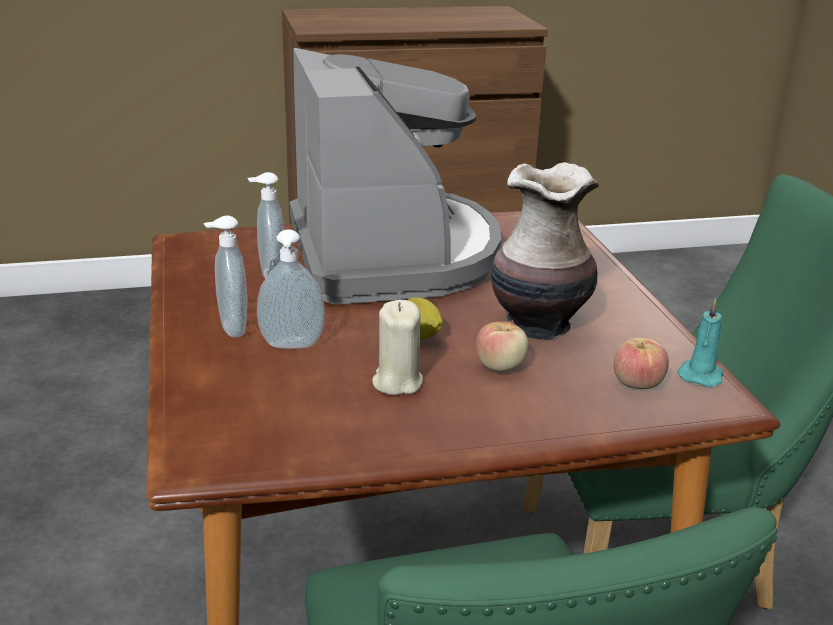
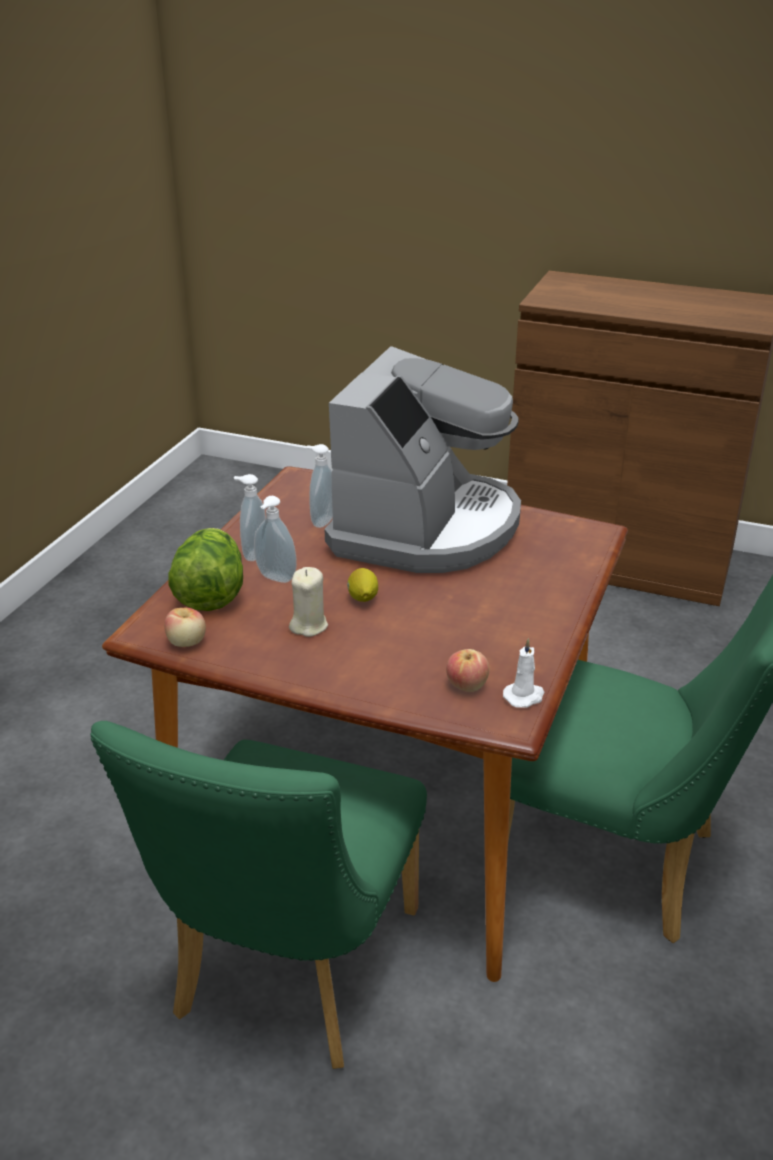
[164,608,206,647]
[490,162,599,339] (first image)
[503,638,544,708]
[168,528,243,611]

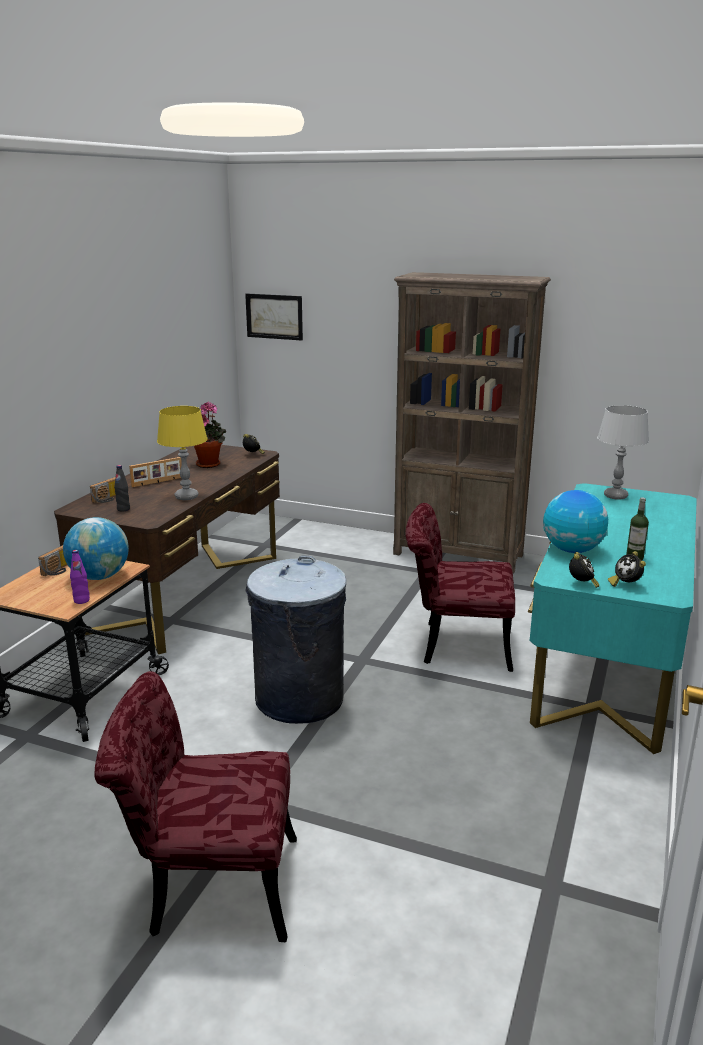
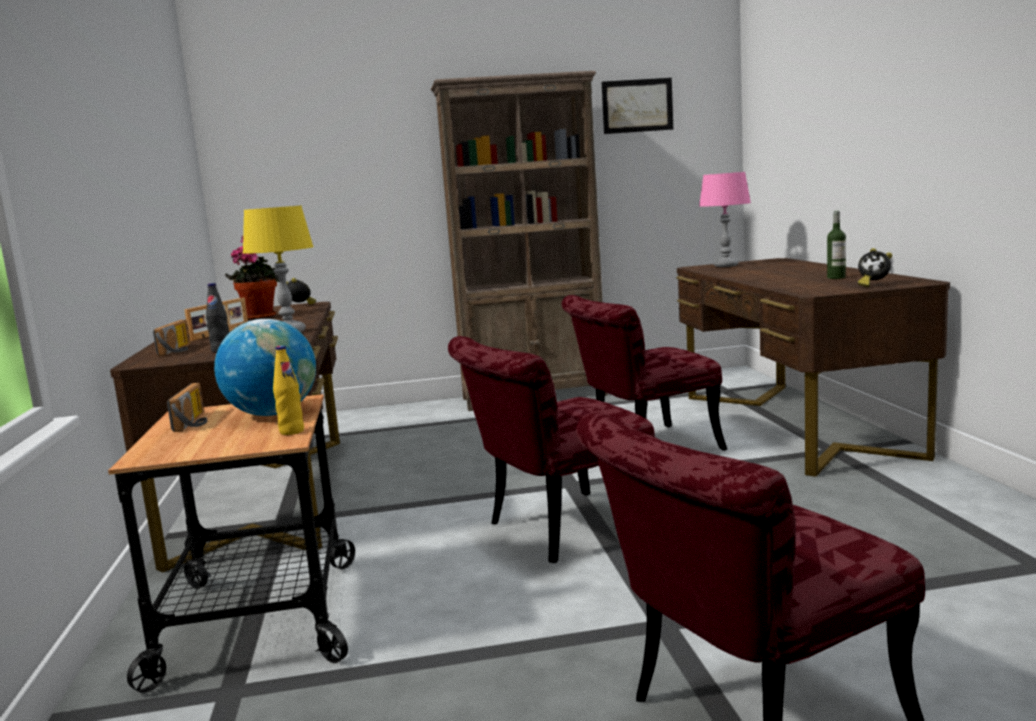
[273,346,304,435]
[602,78,673,134]
[448,336,655,563]
[676,258,950,477]
[543,490,608,553] (first image)
[569,552,600,588] (first image)
[699,172,751,267]

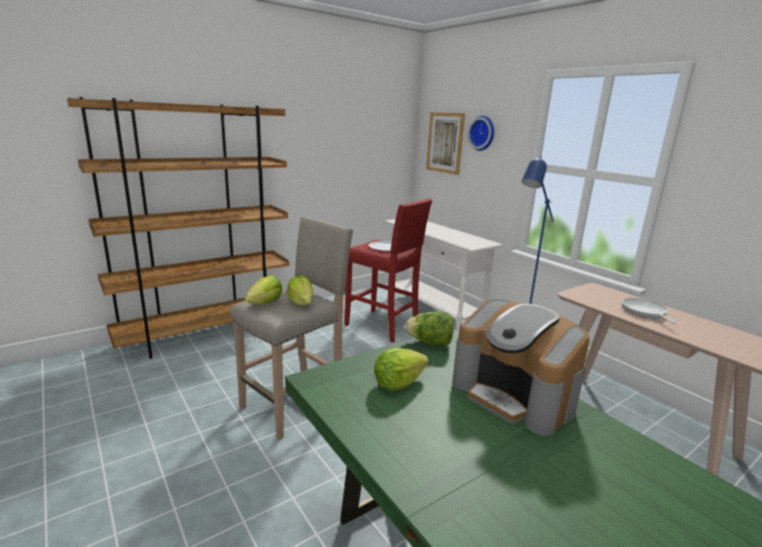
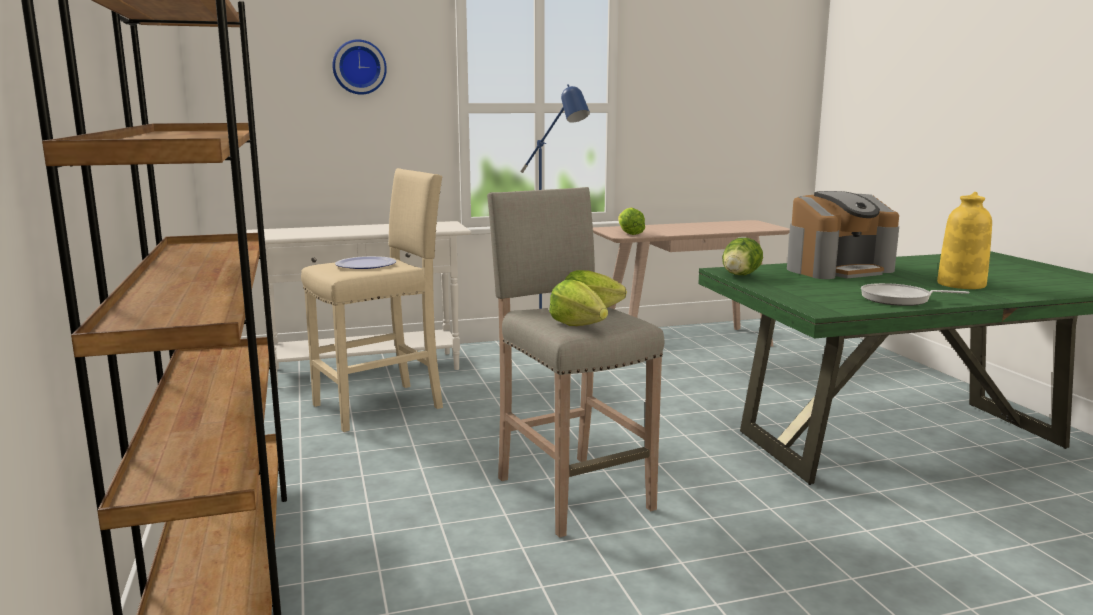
[301,168,443,432]
[618,207,645,235]
[426,112,465,175] (first image)
[861,283,969,306]
[937,192,992,289]

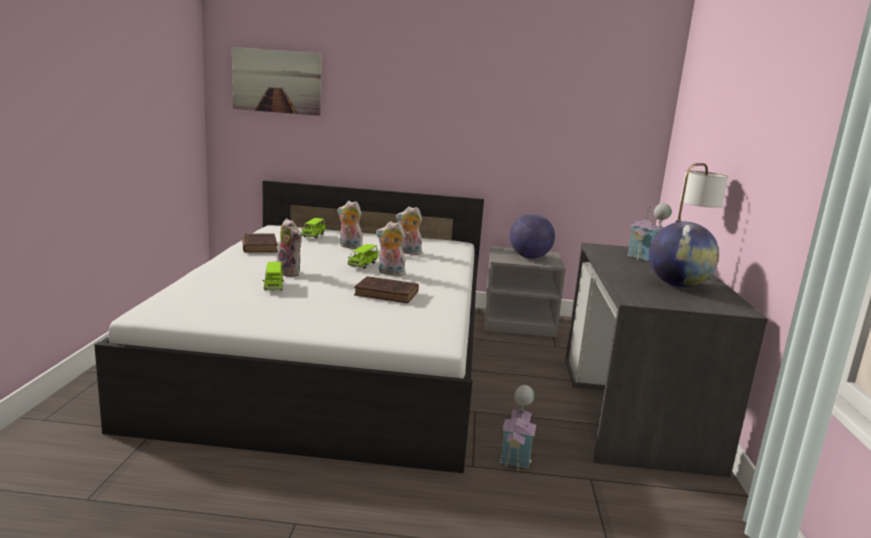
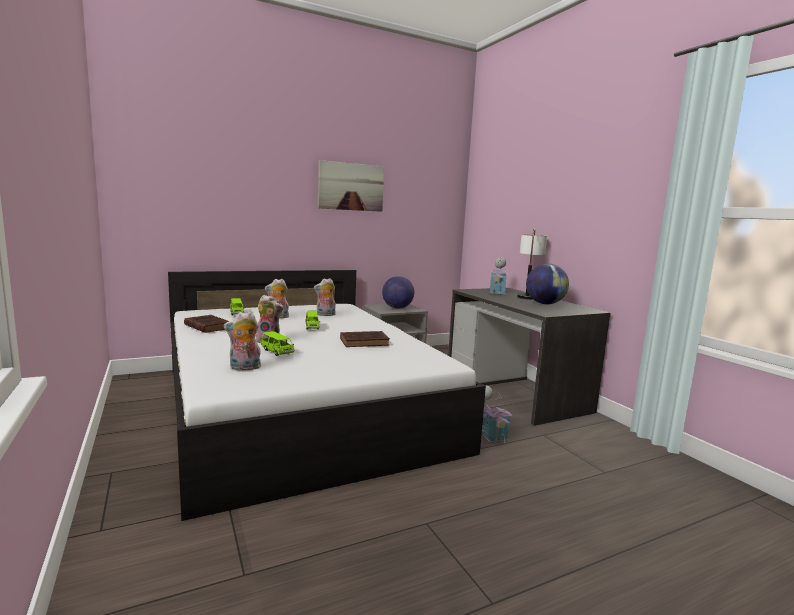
[318,160,384,212]
[224,312,261,370]

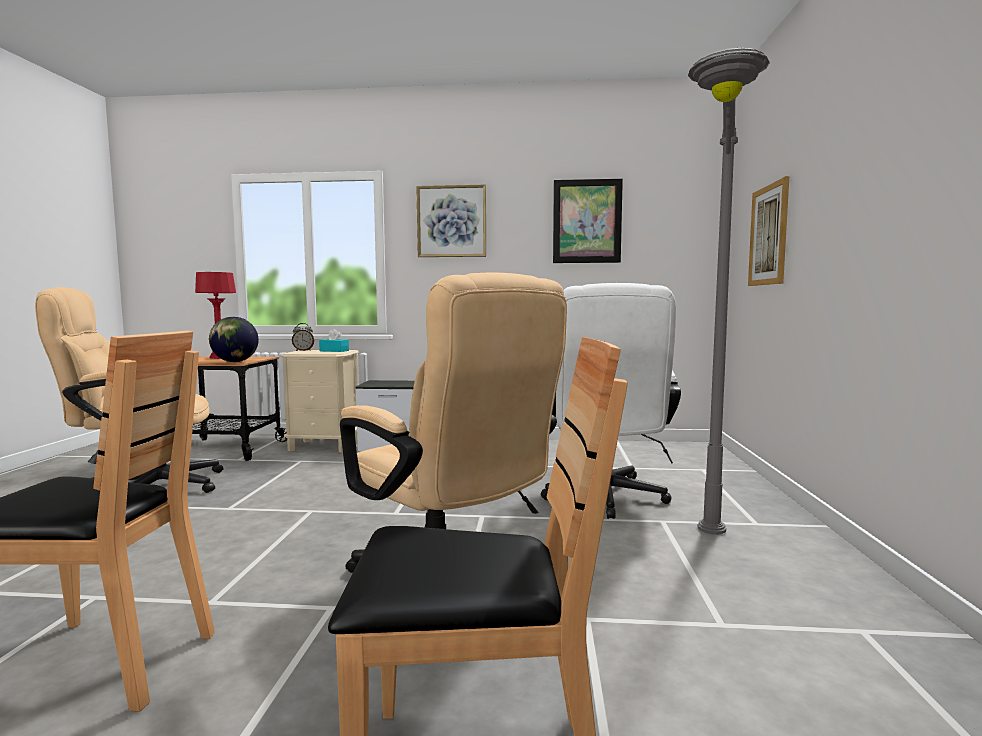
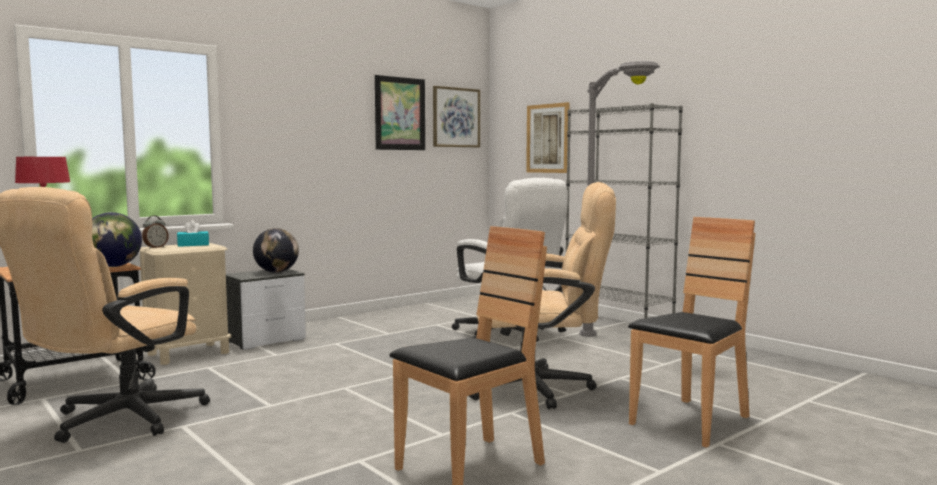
[433,86,480,148]
[253,228,299,273]
[566,103,683,318]

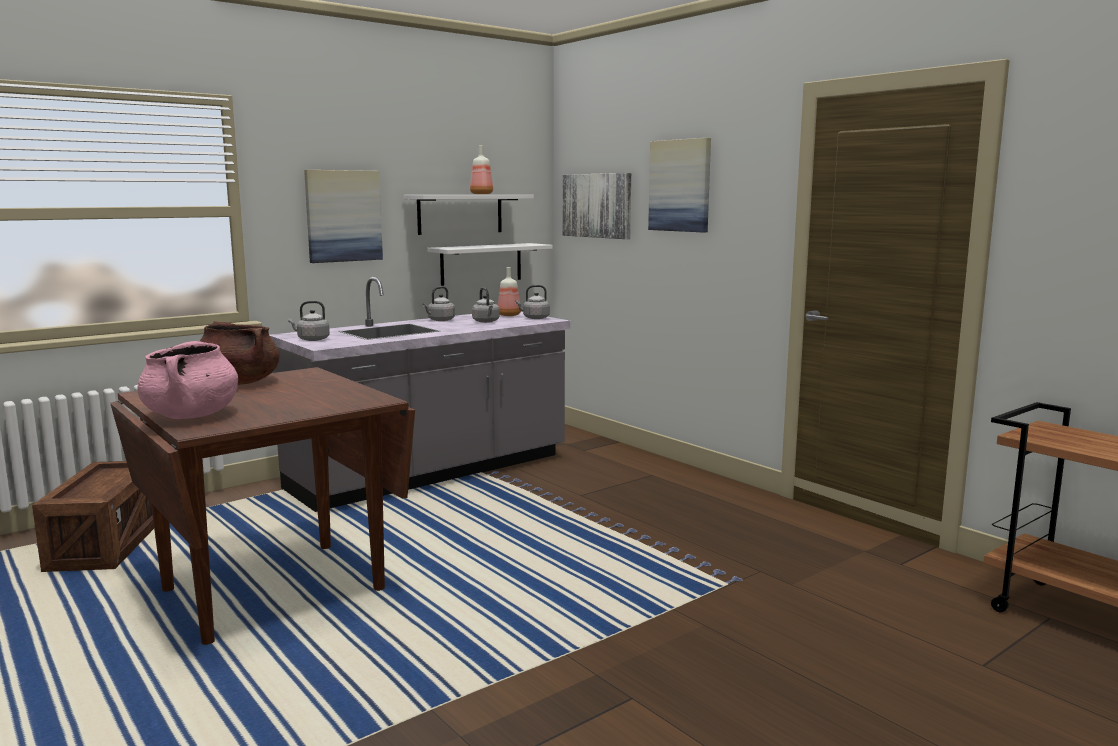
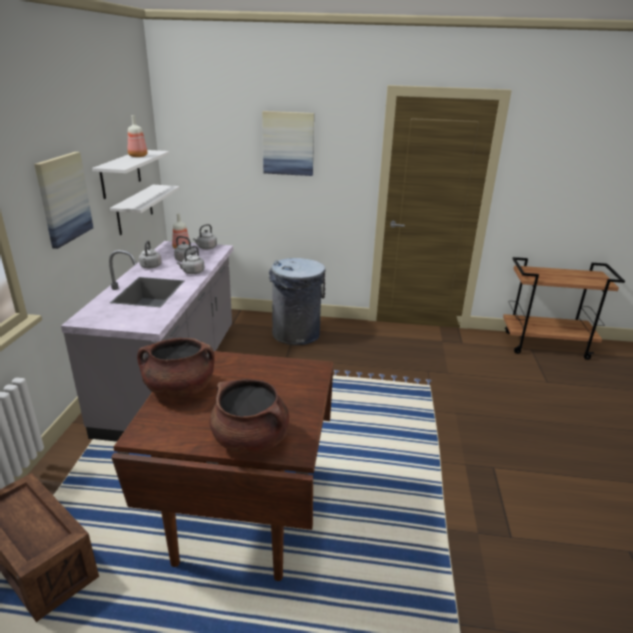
[209,379,289,454]
[177,246,205,274]
[563,173,631,239] (first image)
[269,258,325,345]

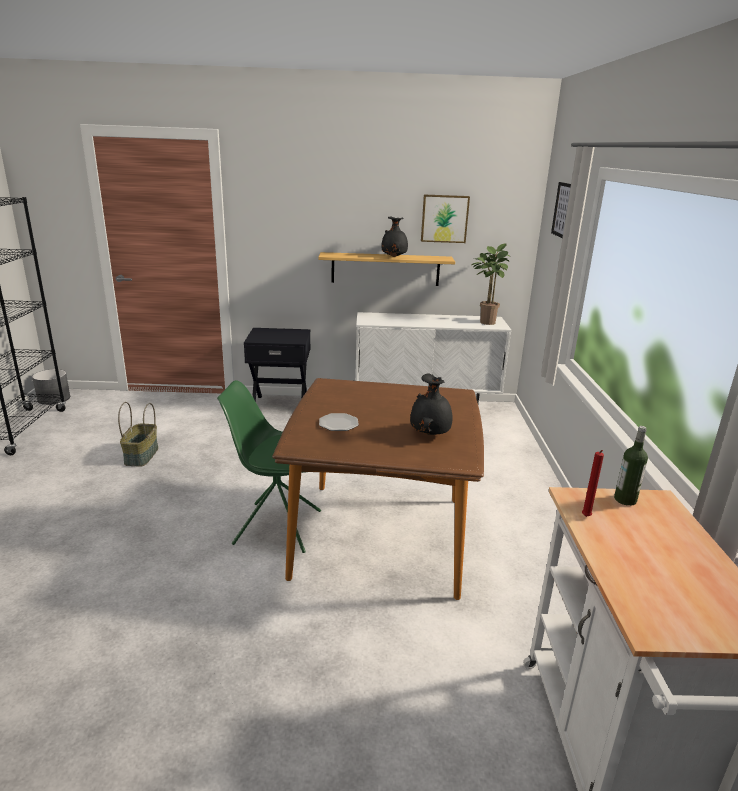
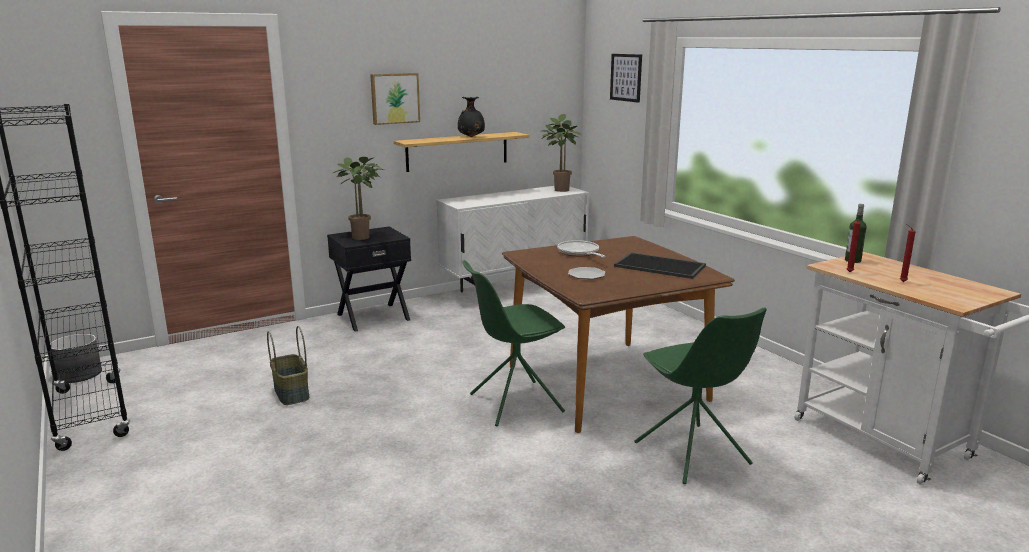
[614,252,706,279]
[370,73,420,125]
[333,157,384,240]
[557,240,606,257]
[635,307,767,484]
[900,224,916,282]

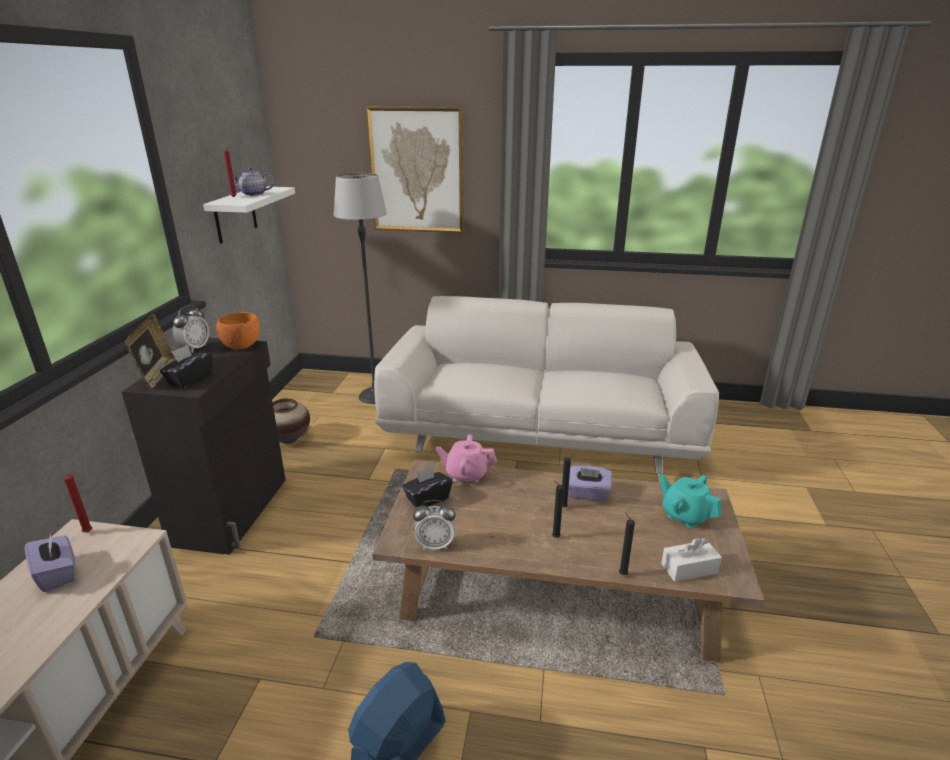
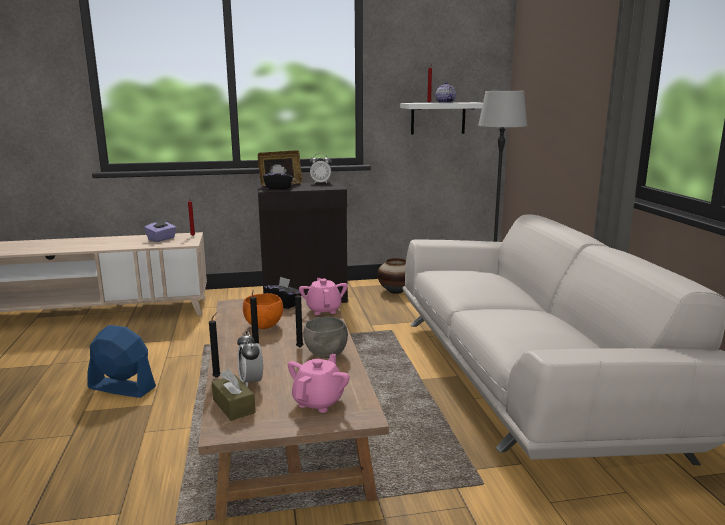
[243,293,283,329]
[365,106,464,233] (first image)
[237,331,263,387]
[303,317,348,358]
[288,354,350,413]
[212,369,255,421]

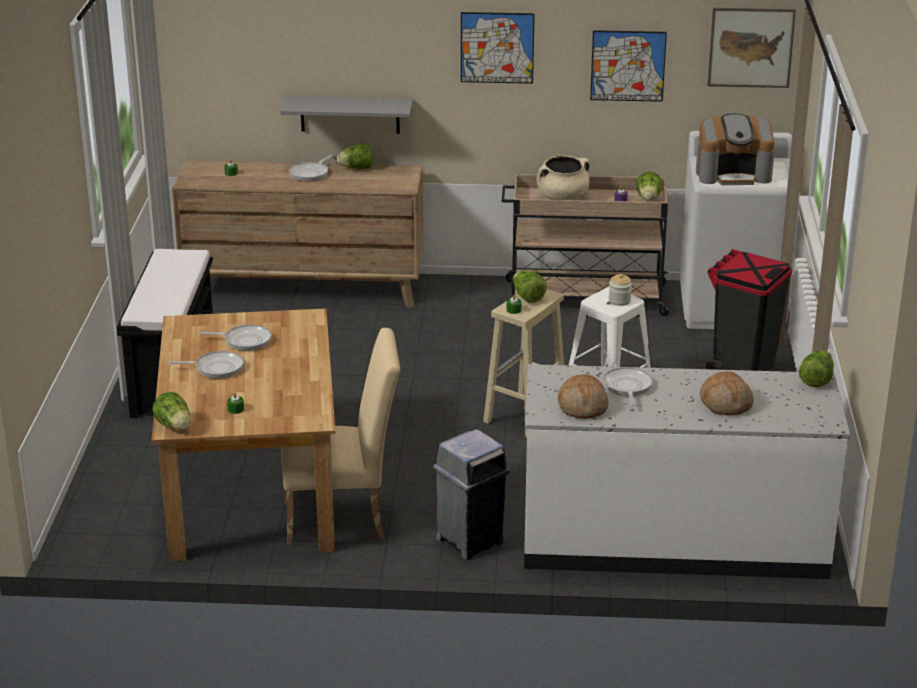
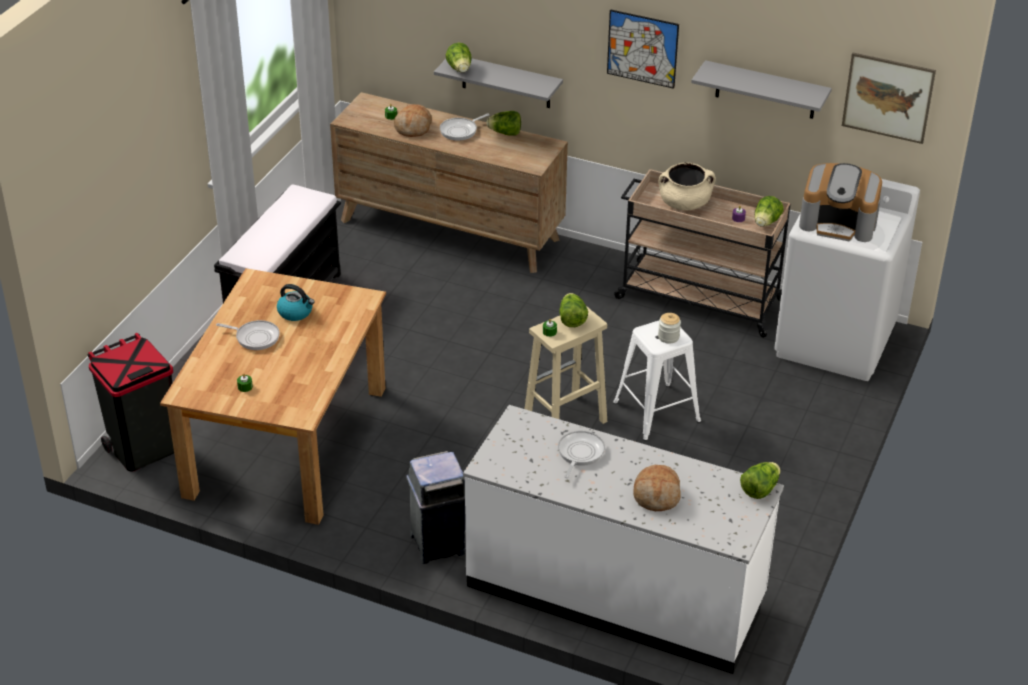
[446,42,472,73]
[277,284,314,321]
[281,328,400,546] (first image)
[394,104,432,137]
[691,60,832,119]
[87,333,174,472]

